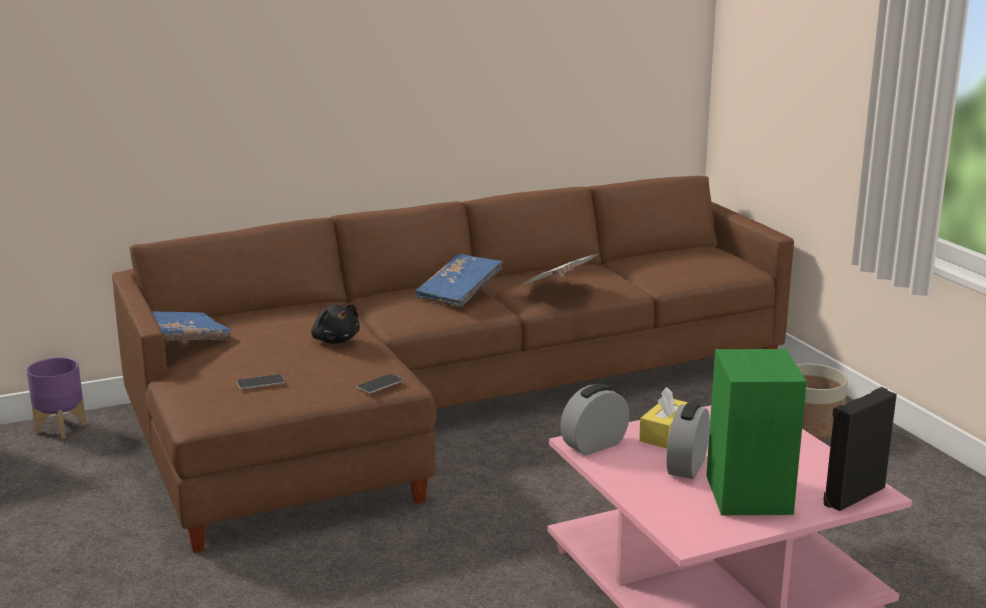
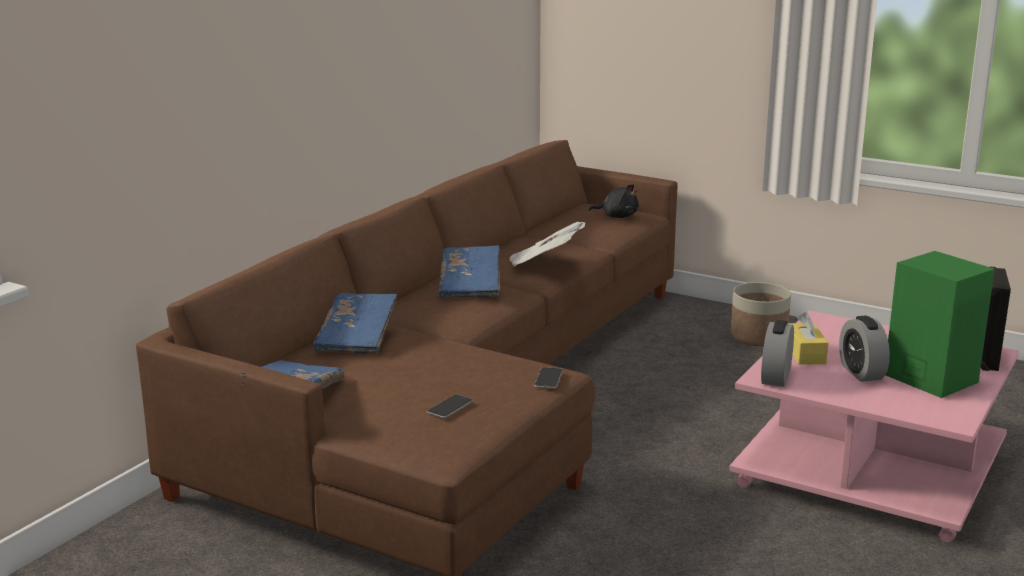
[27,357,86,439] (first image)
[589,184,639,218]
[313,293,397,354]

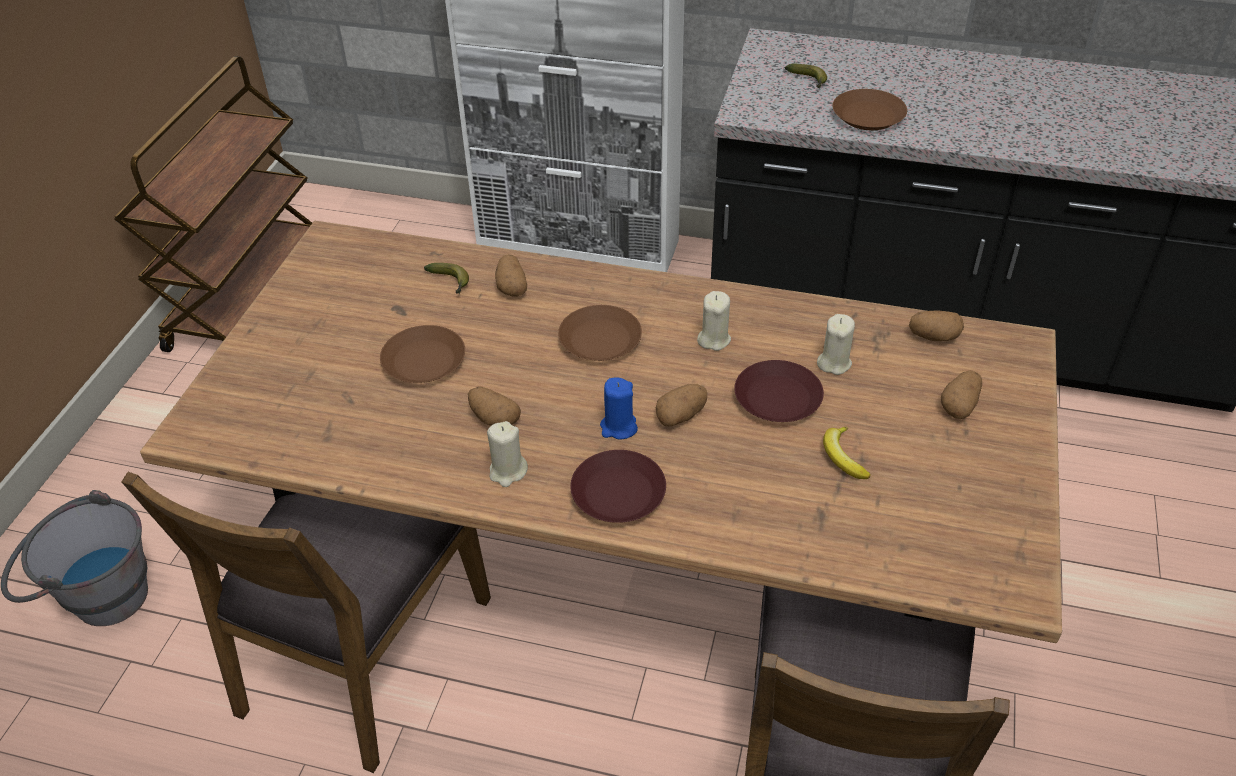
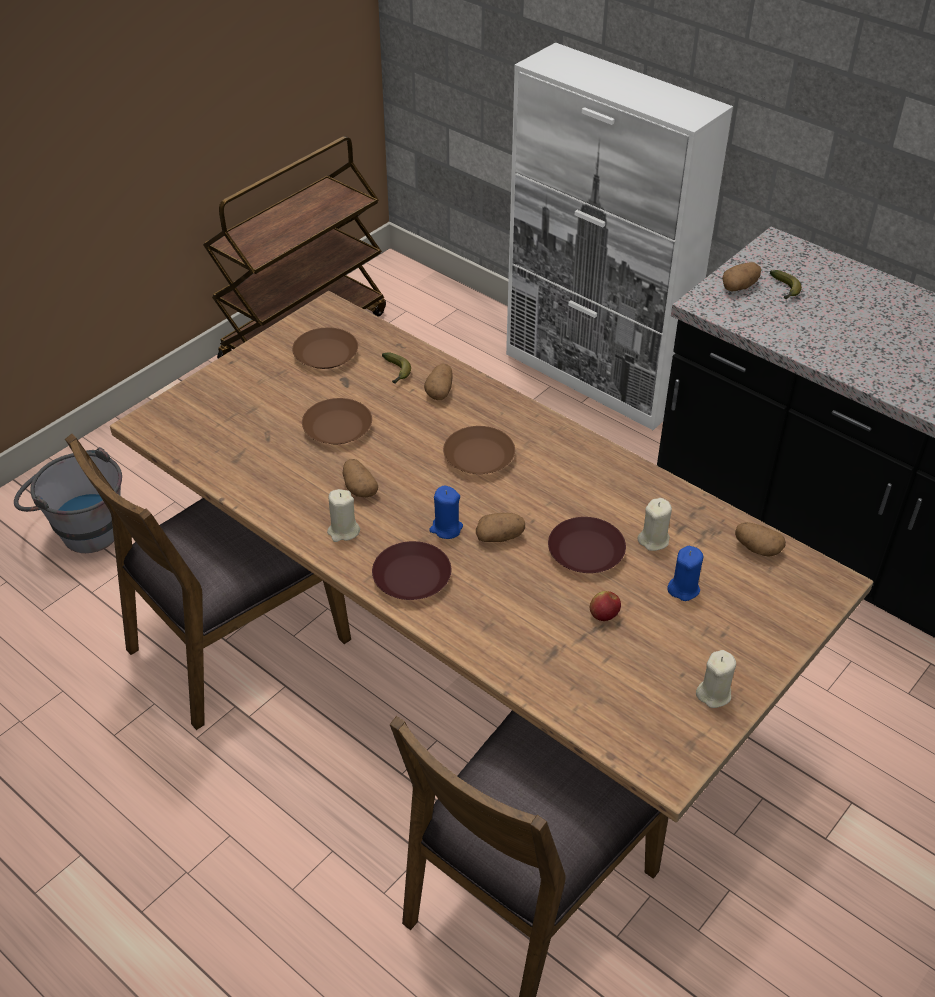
[696,650,736,708]
[590,591,621,621]
[292,328,358,369]
[722,262,761,291]
[667,546,703,601]

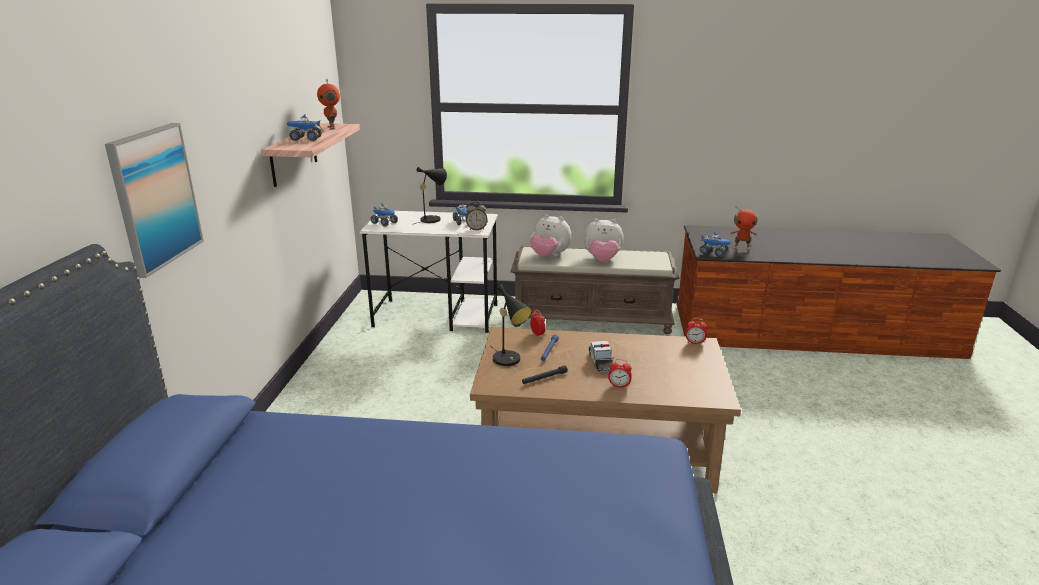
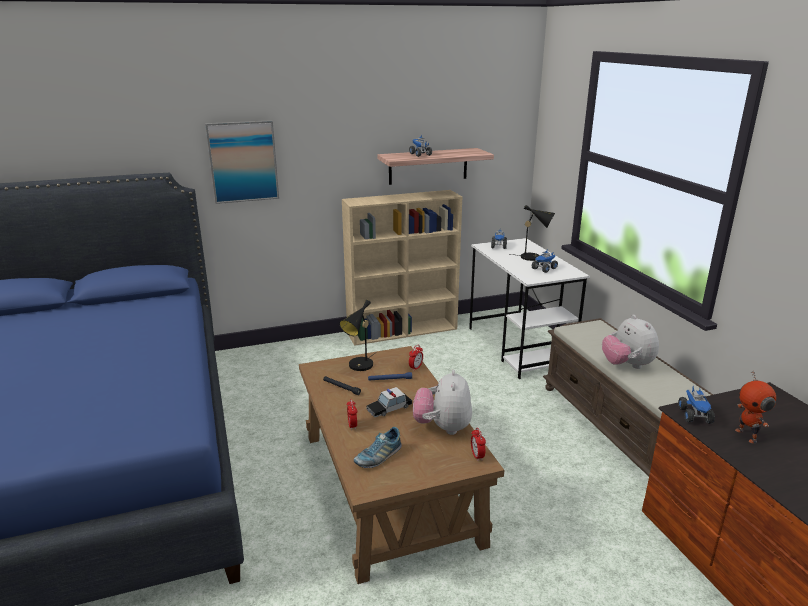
[317,79,340,130] (first image)
[466,201,488,230] (first image)
[413,370,472,435]
[342,190,462,346]
[354,427,402,468]

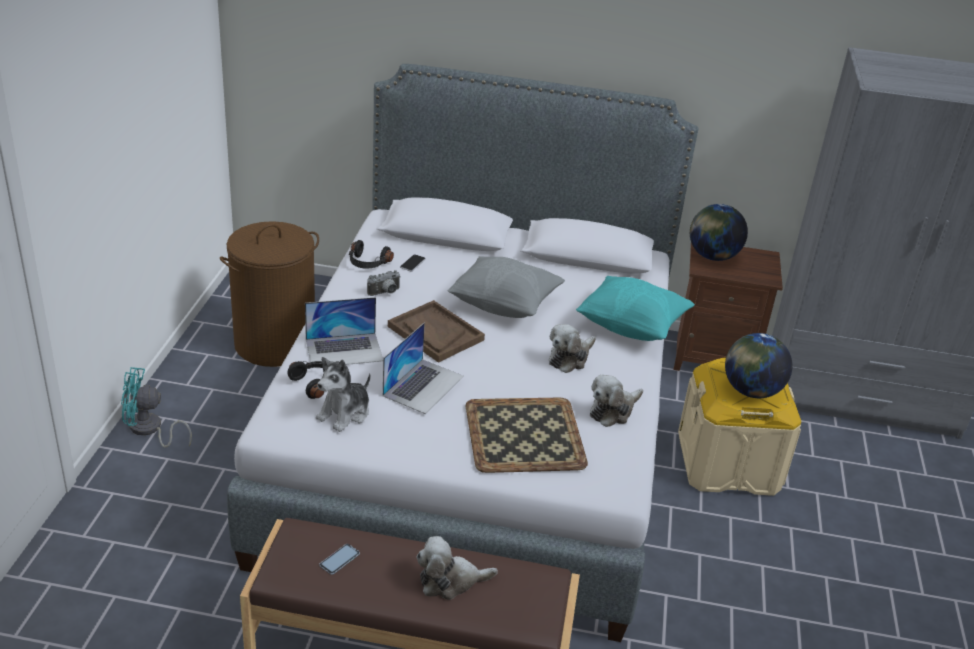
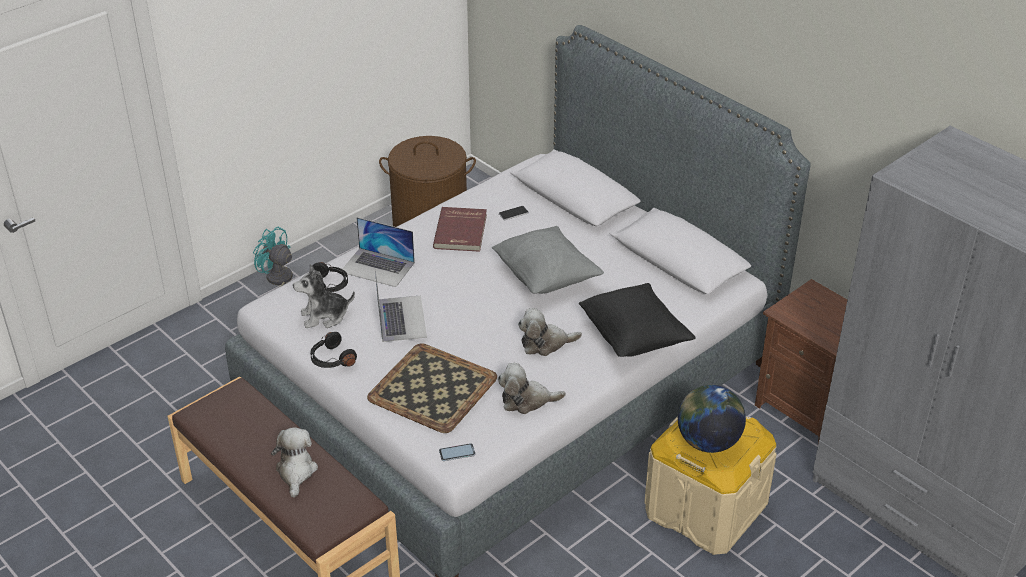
[439,443,476,461]
[310,332,357,368]
[433,207,487,252]
[375,268,427,342]
[388,300,485,363] (first image)
[271,428,318,498]
[579,283,696,357]
[690,204,748,261] (first image)

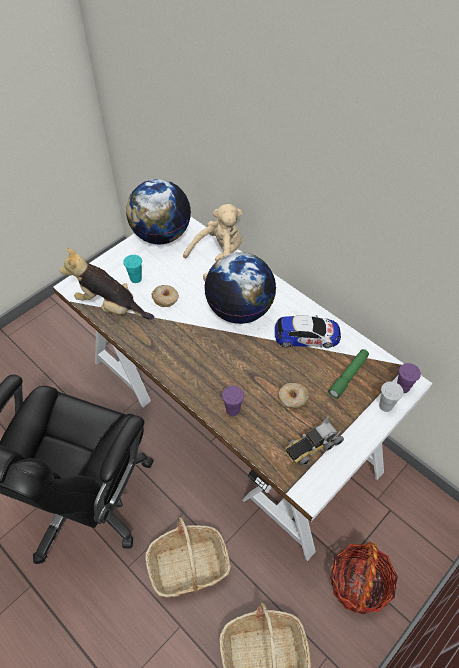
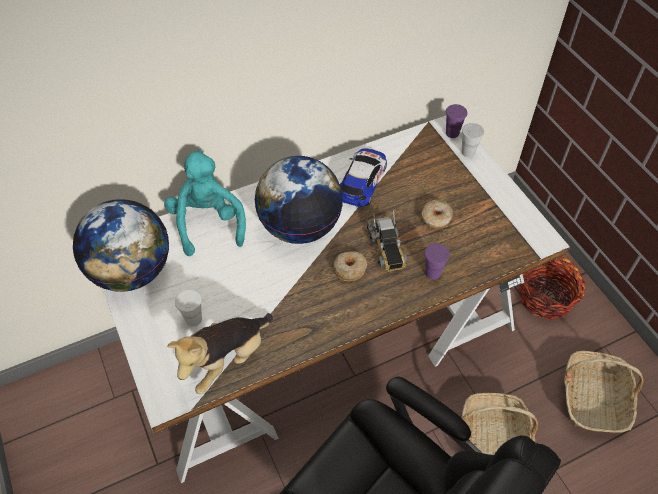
[175,289,202,326]
[333,252,367,281]
[164,150,246,256]
[367,210,407,271]
[328,349,369,399] (first image)

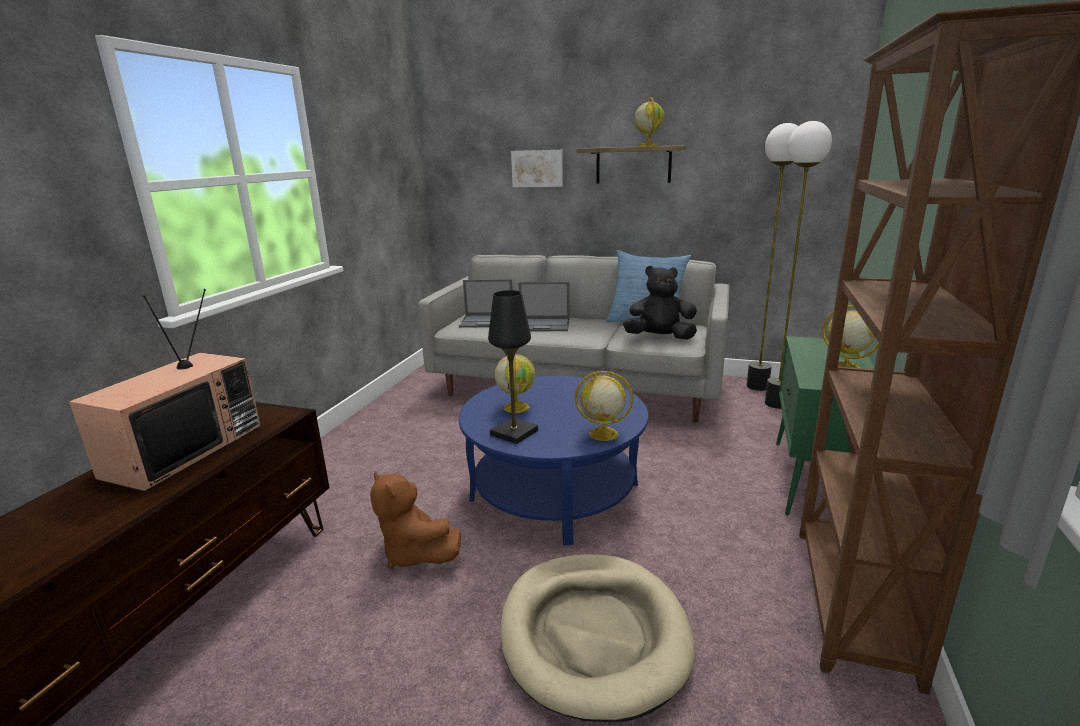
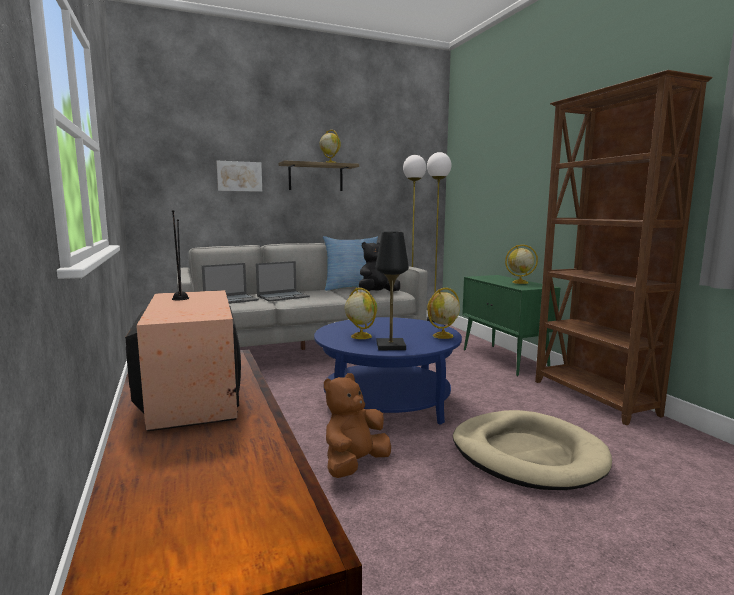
[324,373,391,478]

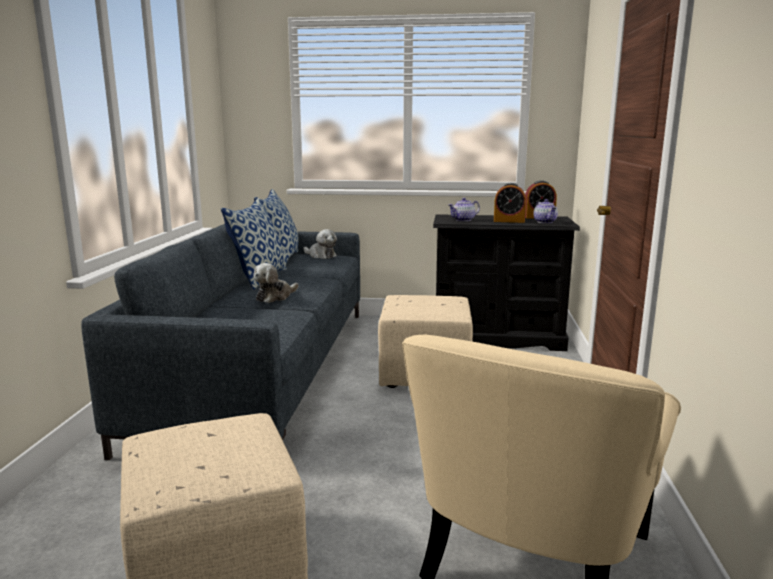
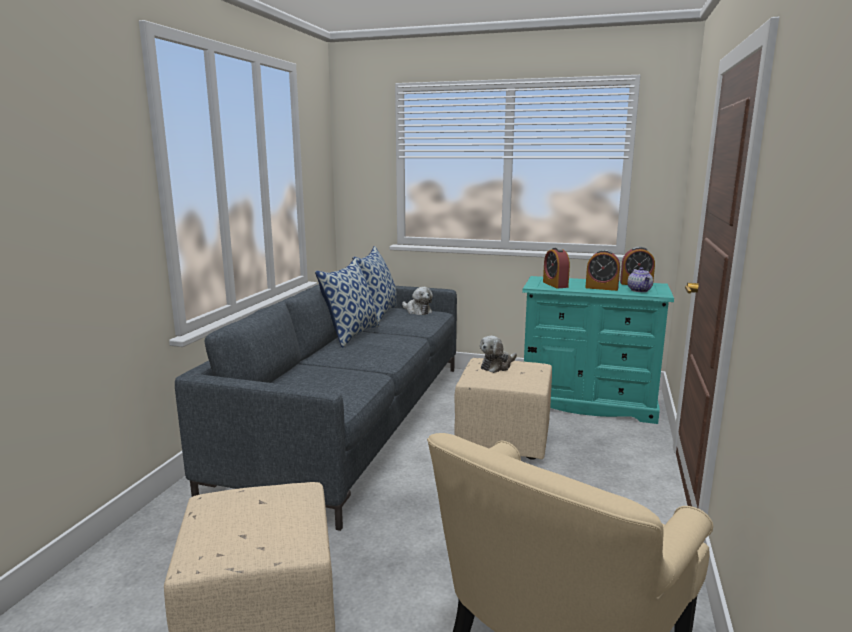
[480,336,517,373]
[522,276,674,424]
[543,247,570,288]

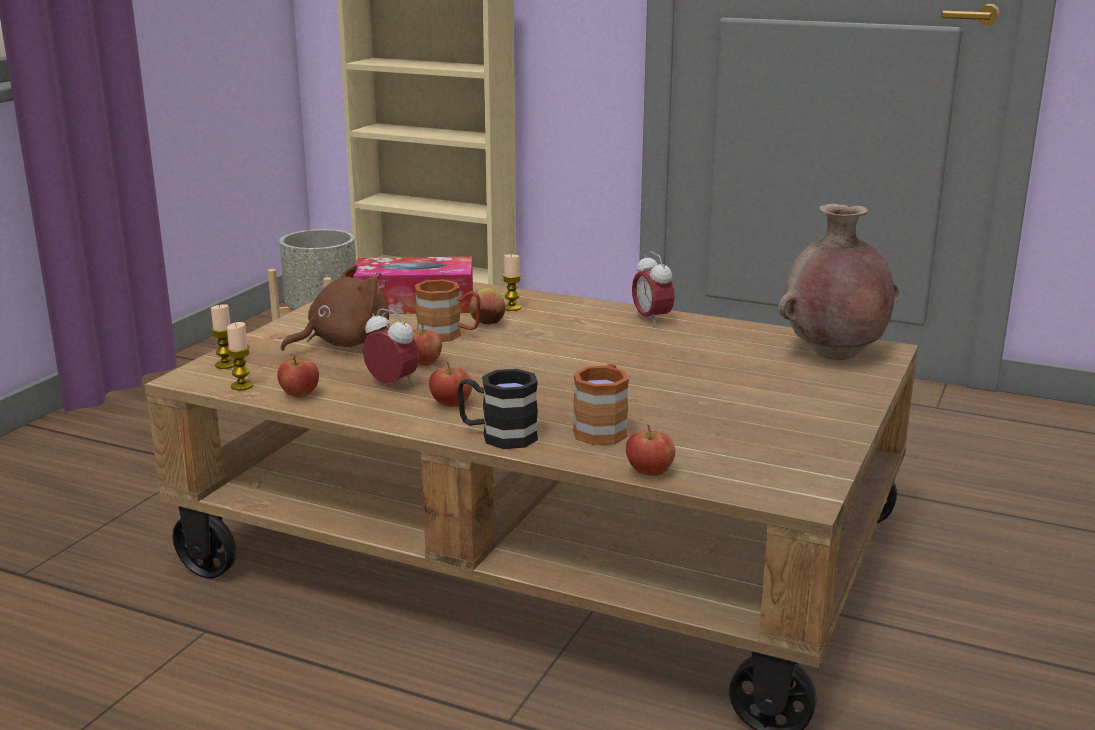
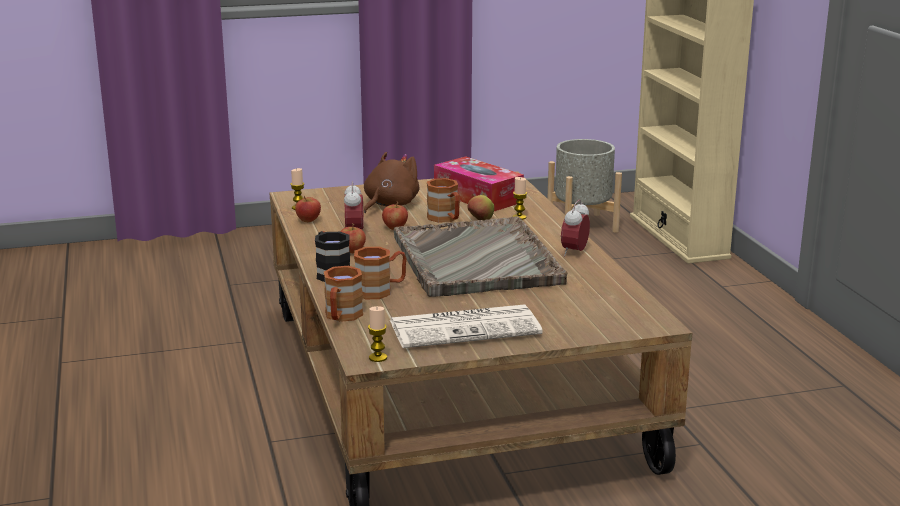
[368,306,387,362]
[364,152,420,213]
[324,266,363,322]
[778,203,899,360] (first image)
[390,304,543,348]
[394,216,568,297]

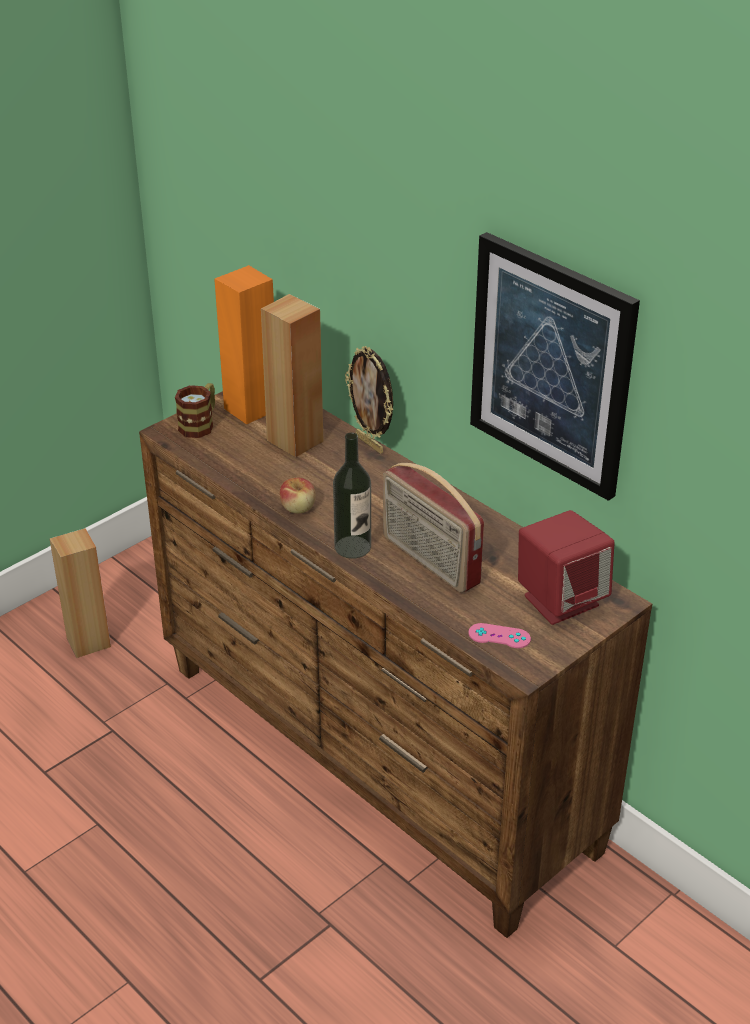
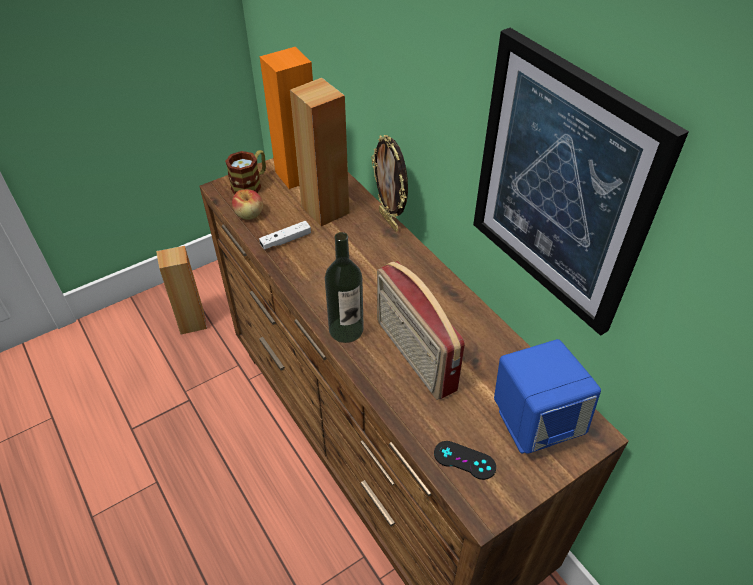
[232,189,263,220]
[434,441,496,480]
[494,339,601,454]
[259,221,311,249]

